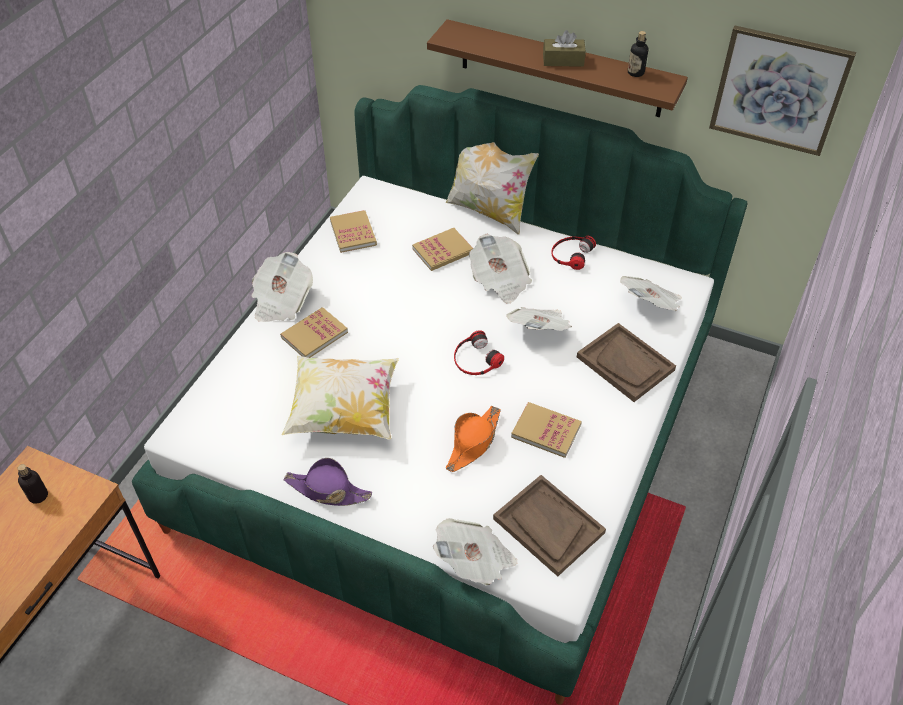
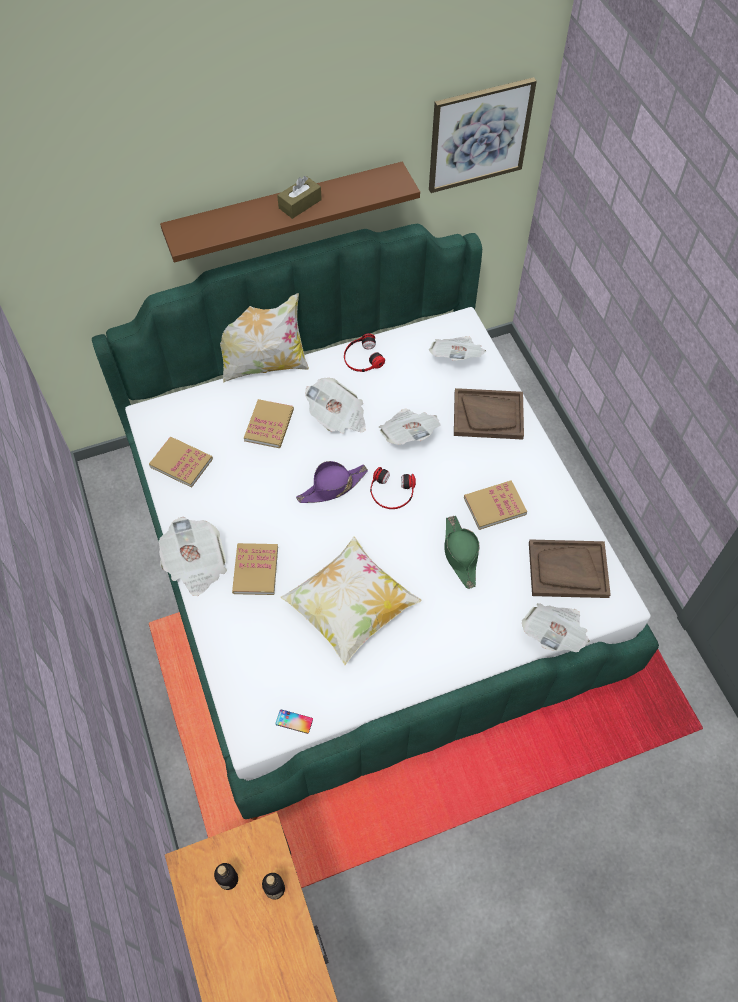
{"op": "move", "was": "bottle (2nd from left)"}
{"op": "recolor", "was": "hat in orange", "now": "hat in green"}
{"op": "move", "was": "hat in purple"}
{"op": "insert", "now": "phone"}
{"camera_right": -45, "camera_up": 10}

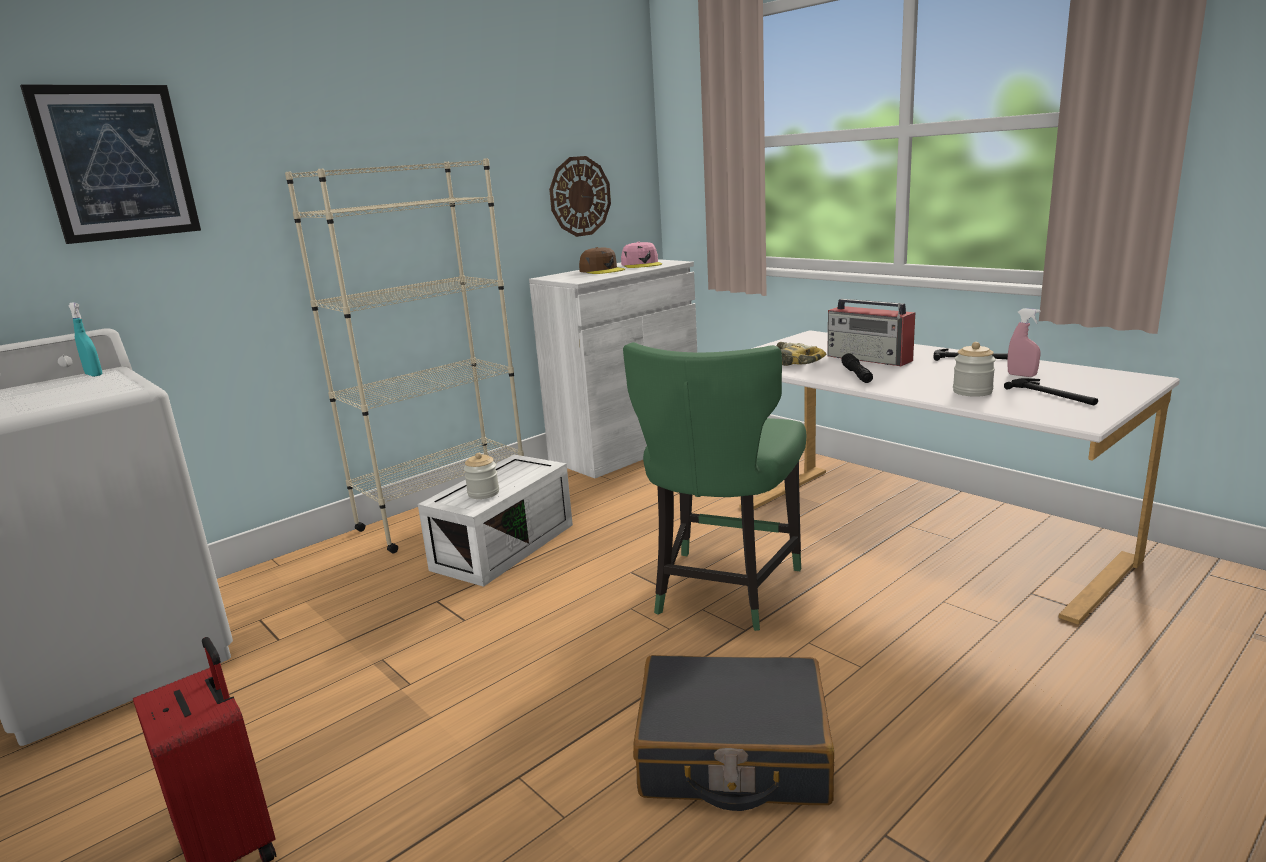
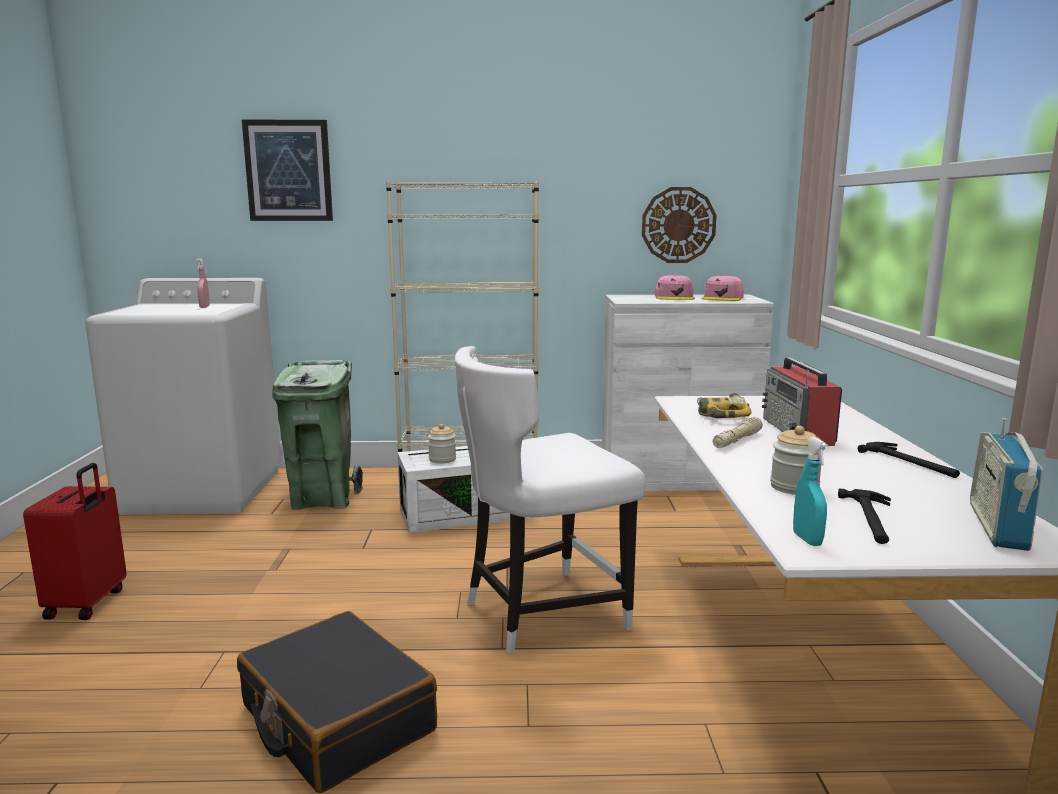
{"op": "recolor", "was": "cap in brown", "now": "cap in pink (1st from left)"}
{"op": "move", "was": "spray bottle in turquoise"}
{"op": "move", "was": "spray bottle in pink"}
{"op": "recolor", "was": "chair in green", "now": "chair in white"}
{"op": "recolor", "was": "flashlight in black", "now": "flashlight in beige"}
{"op": "insert", "now": "trash can in green"}
{"op": "insert", "now": "radio (2nd from left)"}
{"camera_right": 40, "camera_up": -5}

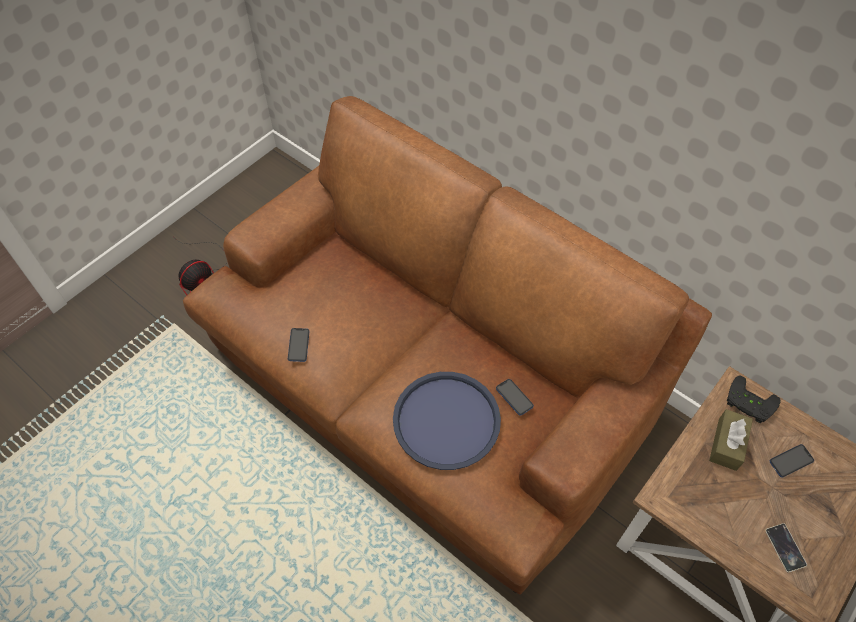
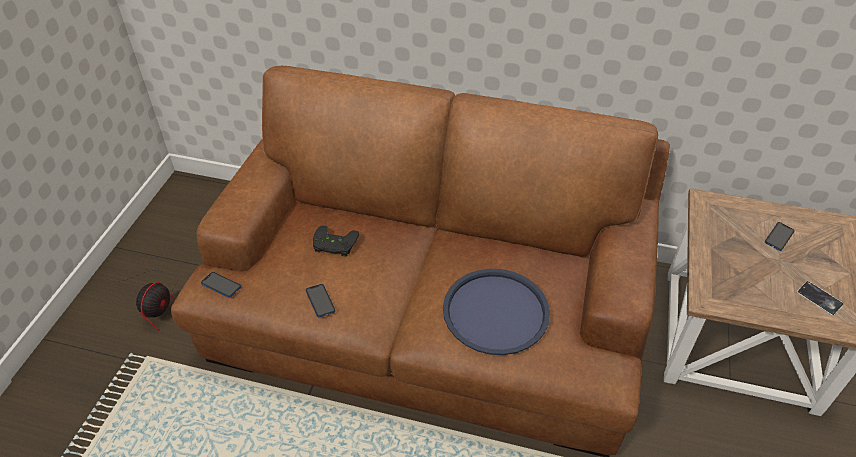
{"op": "move", "was": "game controller in black"}
{"op": "move", "was": "phone (2nd from left in the first image)", "now": "phone (1st from left)"}
{"op": "delete", "was": "tissue box in brown"}
{"camera_right": -25, "camera_up": -10}

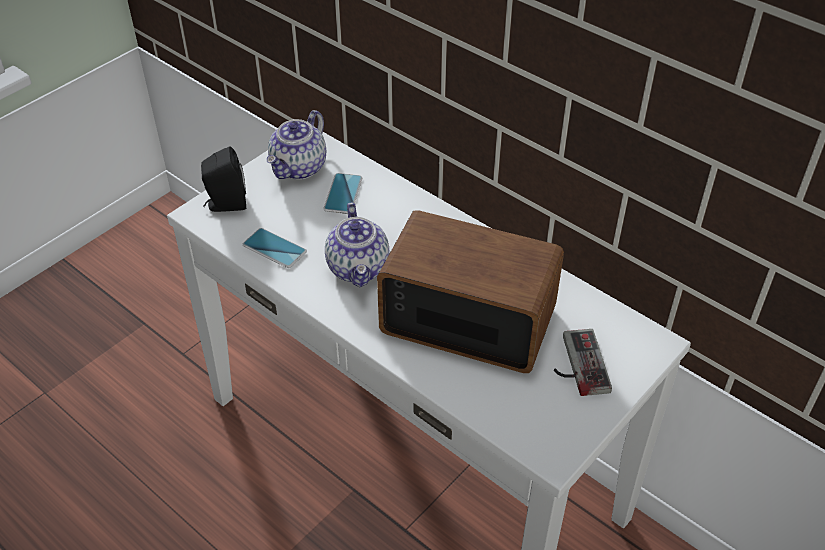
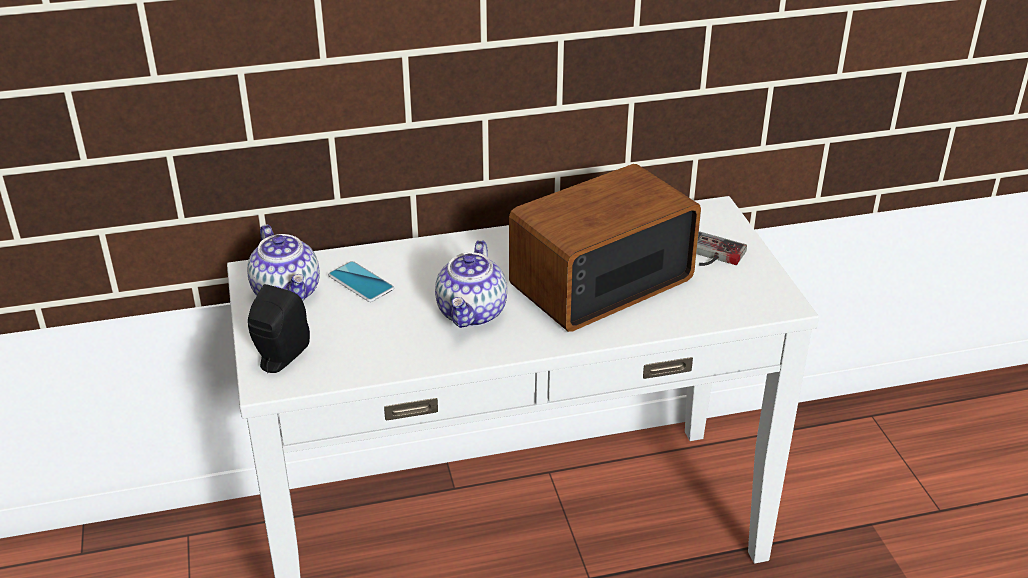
{"op": "rotate", "was": "teapot (2nd from left)", "clockwise": 75}
{"op": "delete", "was": "phone (1st from left)"}
{"camera_right": -55, "camera_up": -10}

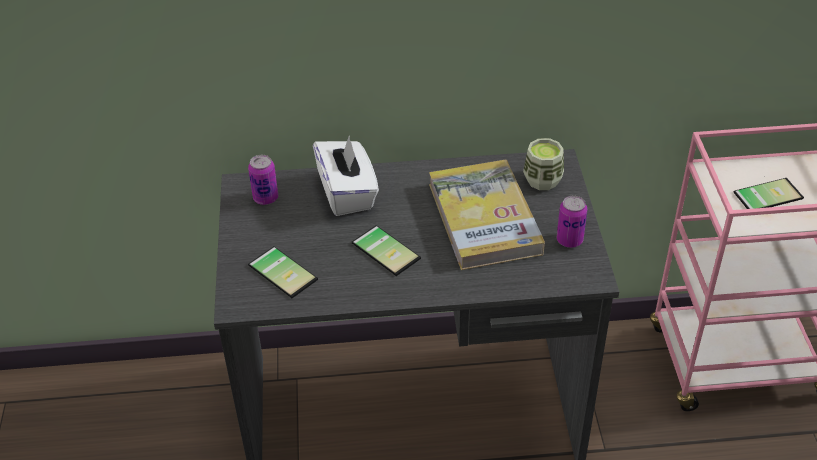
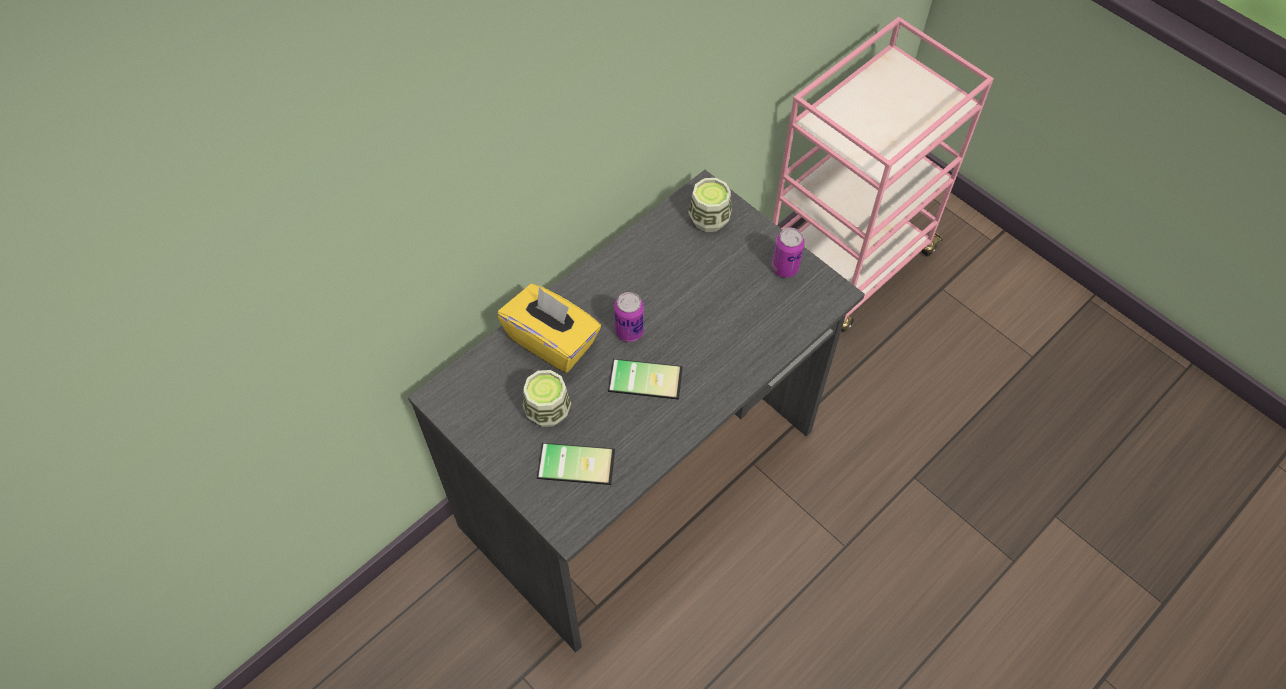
{"op": "recolor", "was": "tissue box in white", "now": "tissue box in yellow"}
{"op": "move", "was": "can (1st from left)"}
{"op": "delete", "was": "book"}
{"op": "delete", "was": "phone (3rd from left)"}
{"op": "insert", "now": "cup (1st from left)"}
{"camera_right": -40, "camera_up": 15}

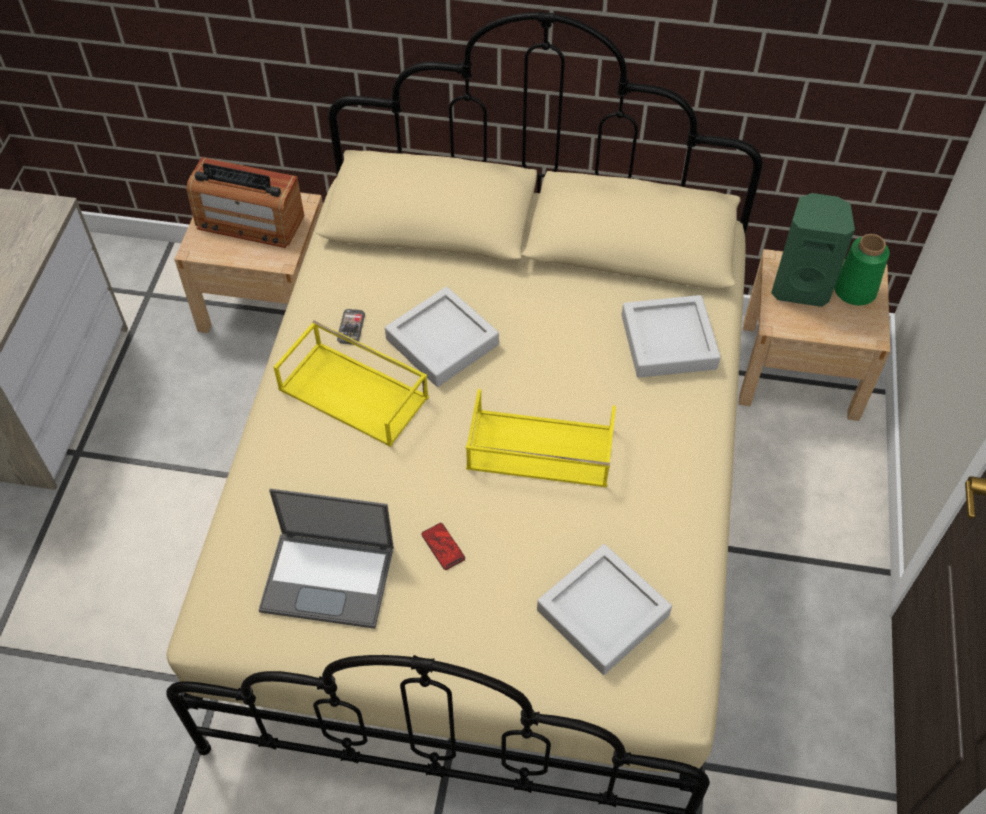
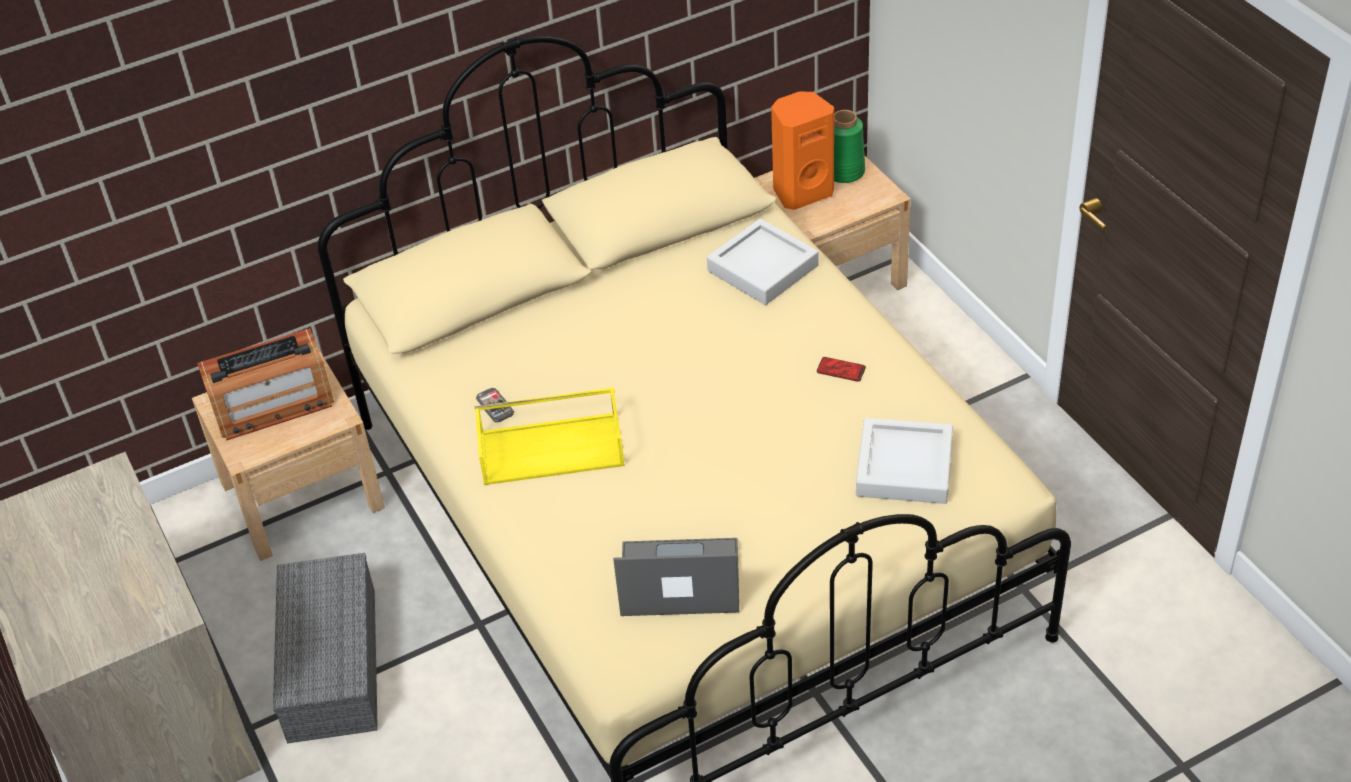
{"op": "recolor", "was": "speaker in green", "now": "speaker in orange"}
{"op": "delete", "was": "tray in grey (1st from left)"}
{"op": "delete", "was": "tray in yellow (2nd from left)"}
{"op": "rotate", "was": "laptop", "clockwise": -150}
{"op": "move", "was": "phone (2nd from left)"}
{"op": "insert", "now": "storage box in grey"}
{"camera_right": -35, "camera_up": -10}

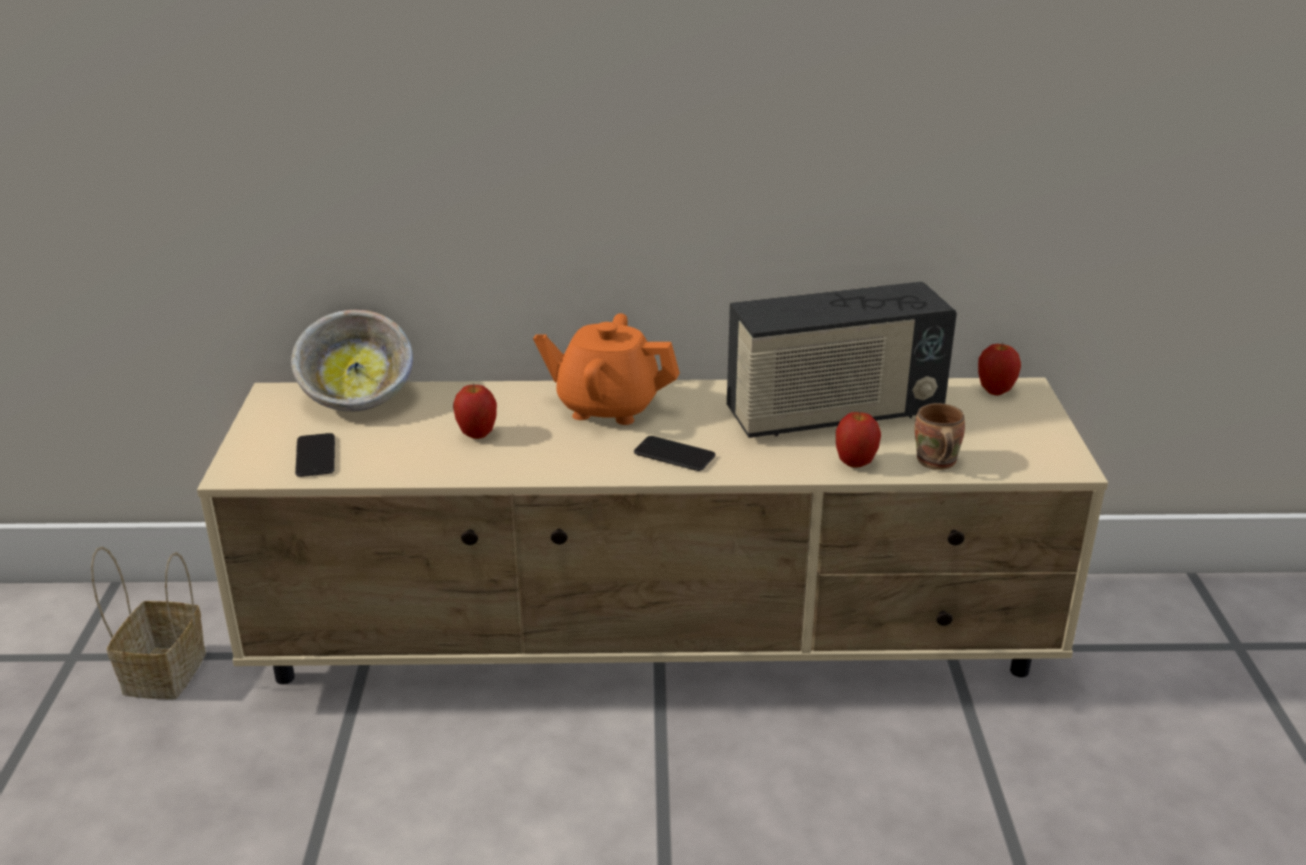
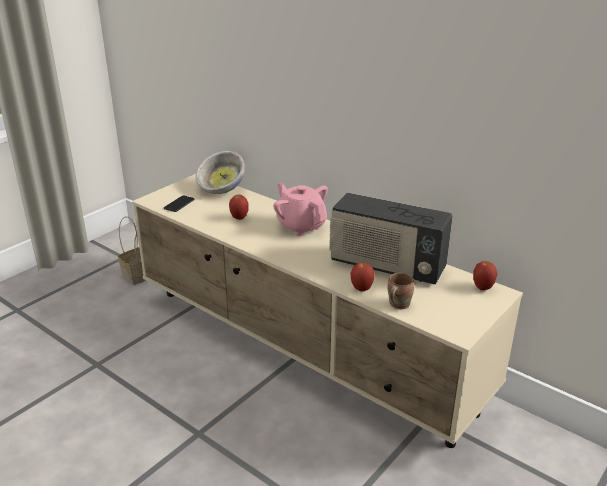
{"op": "recolor", "was": "teapot in orange", "now": "teapot in pink"}
{"op": "delete", "was": "phone (2nd from left)"}
{"camera_right": 40, "camera_up": 0}

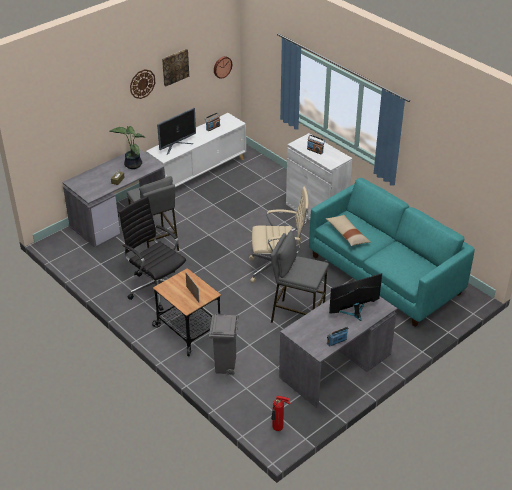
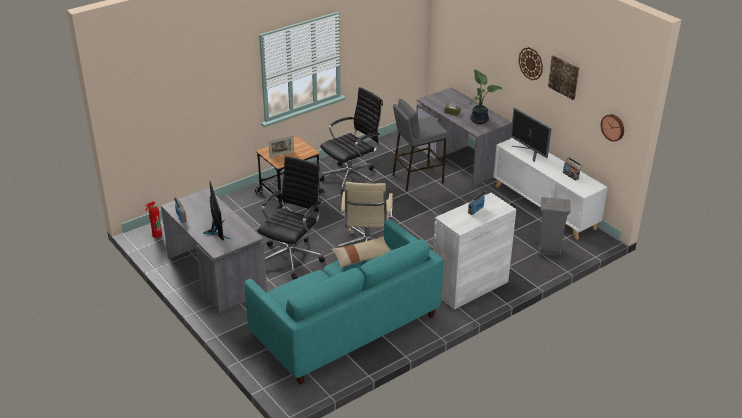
{"op": "replace", "was": "stool in grey (2nd from left)", "now": "office chair in black (1st from left)"}
{"op": "move", "was": "trash can in grey"}
{"camera_right": 95, "camera_up": -5}

